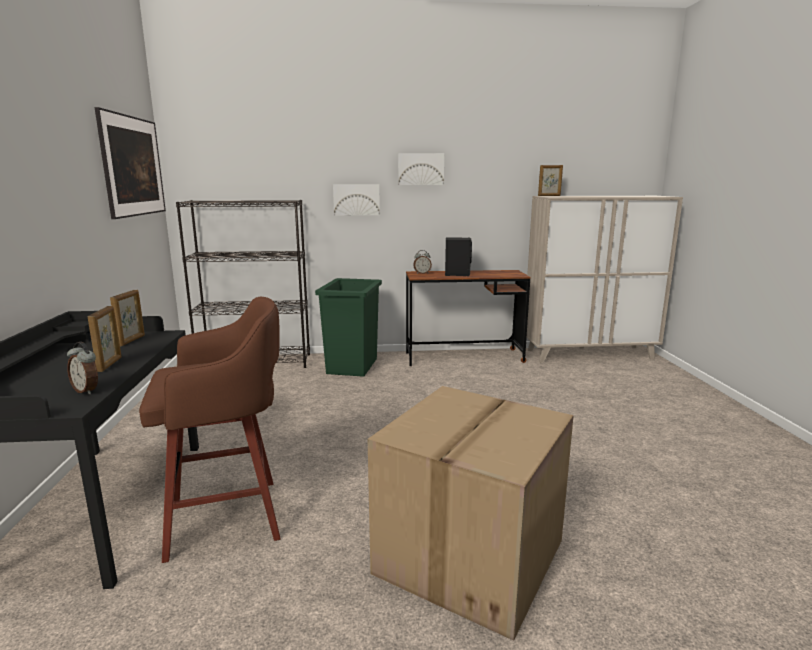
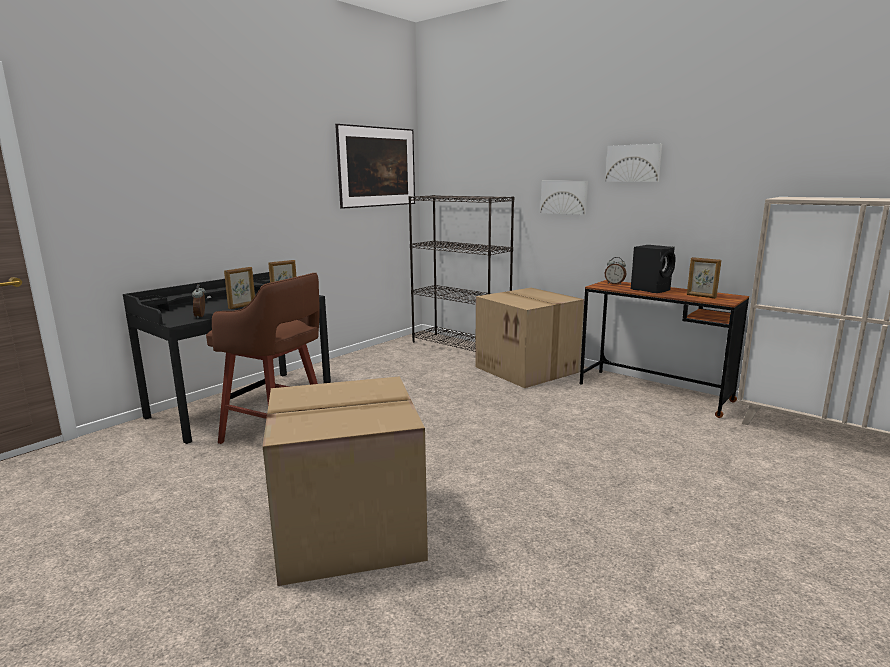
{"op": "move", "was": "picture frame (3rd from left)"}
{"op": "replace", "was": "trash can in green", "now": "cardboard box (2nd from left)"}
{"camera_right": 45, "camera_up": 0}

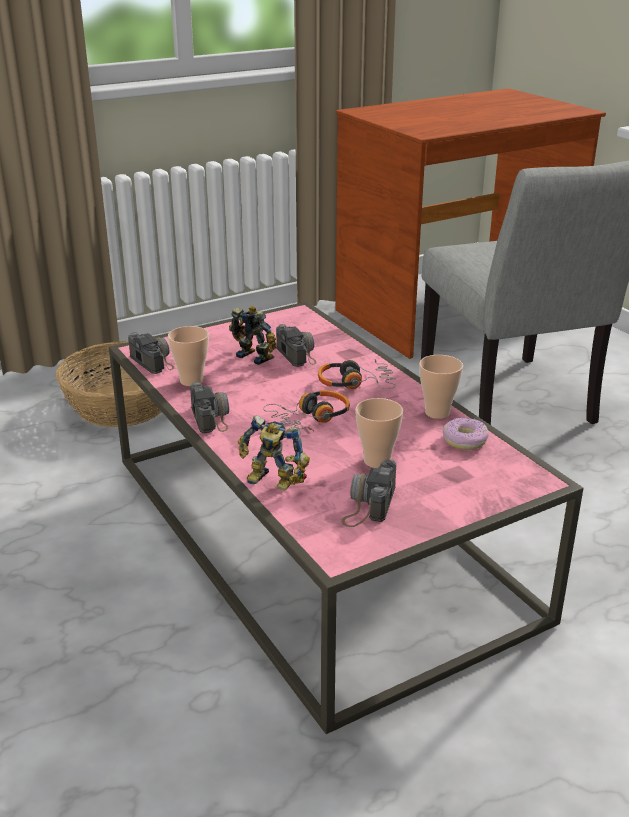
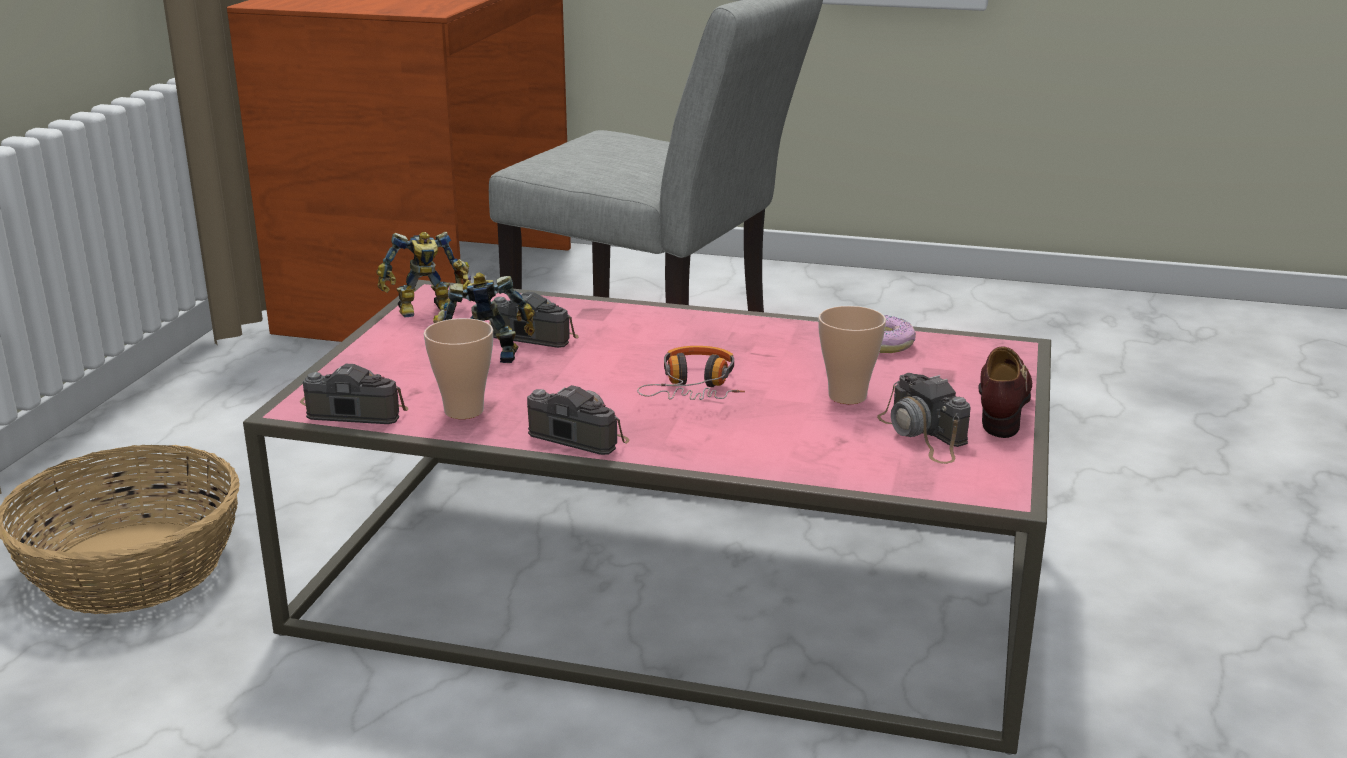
{"op": "delete", "was": "cup (3rd from left)"}
{"op": "delete", "was": "headphones (2nd from left)"}
{"op": "move", "was": "toy robot (2nd from left in the first image)", "now": "toy robot (1st from left)"}
{"op": "insert", "now": "shoe in brown"}
{"camera_right": -45, "camera_up": -5}

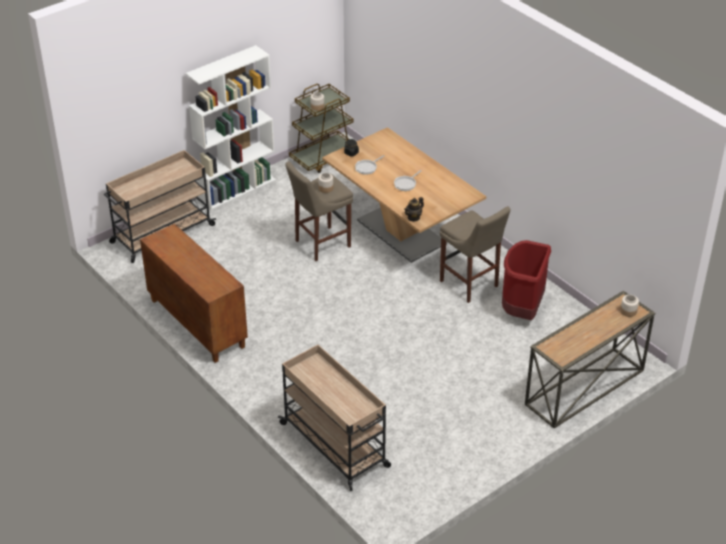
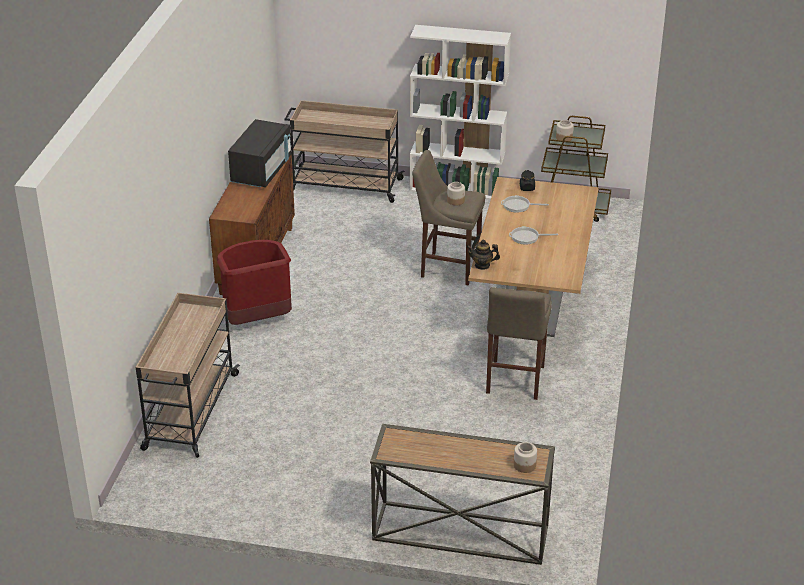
{"op": "move", "was": "trash can in red"}
{"op": "insert", "now": "microwave in black"}
{"camera_right": 50, "camera_up": -5}

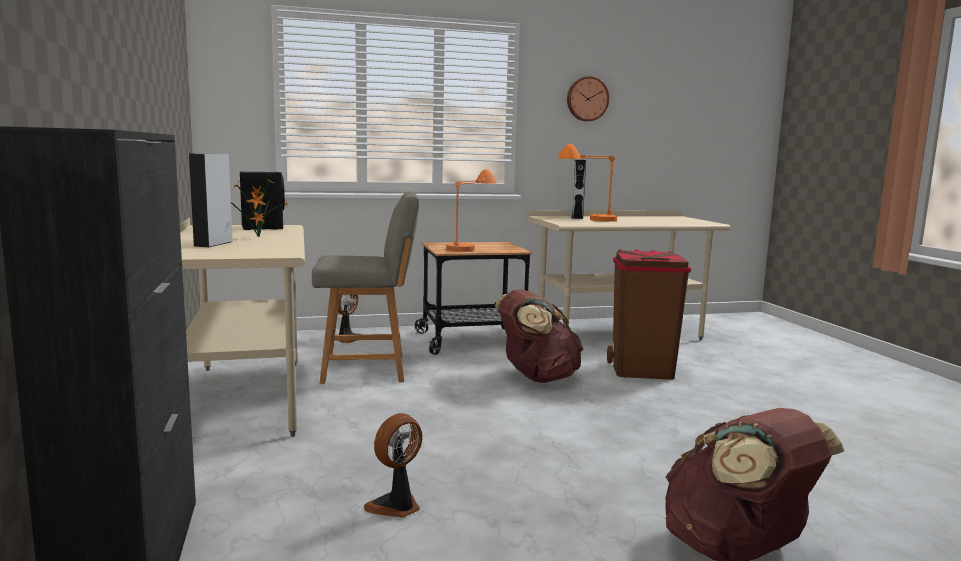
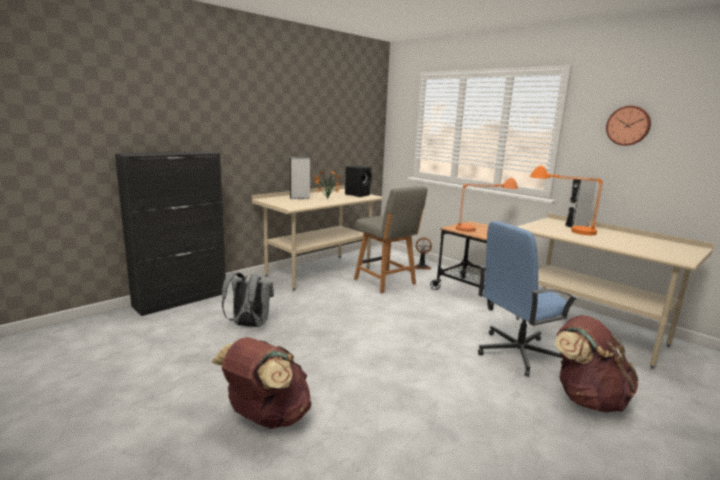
{"op": "replace", "was": "trash can in brown", "now": "office chair in blue"}
{"op": "move", "was": "backpack in brown (1st from left in the first image)", "now": "backpack in brown (2nd from left)"}
{"op": "replace", "was": "fan (2nd from left)", "now": "backpack in grey"}
{"camera_right": 60, "camera_up": 5}

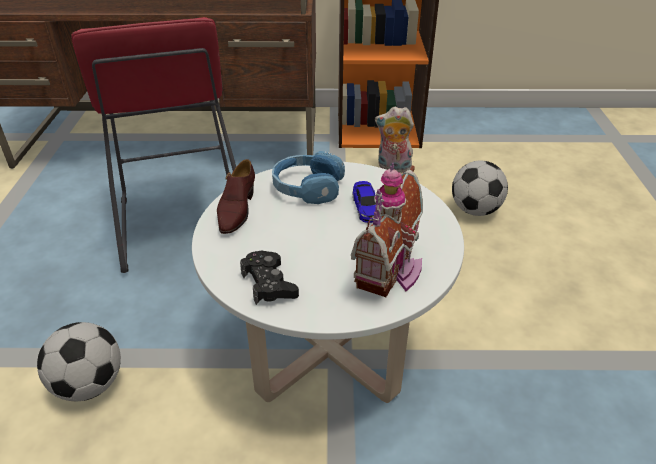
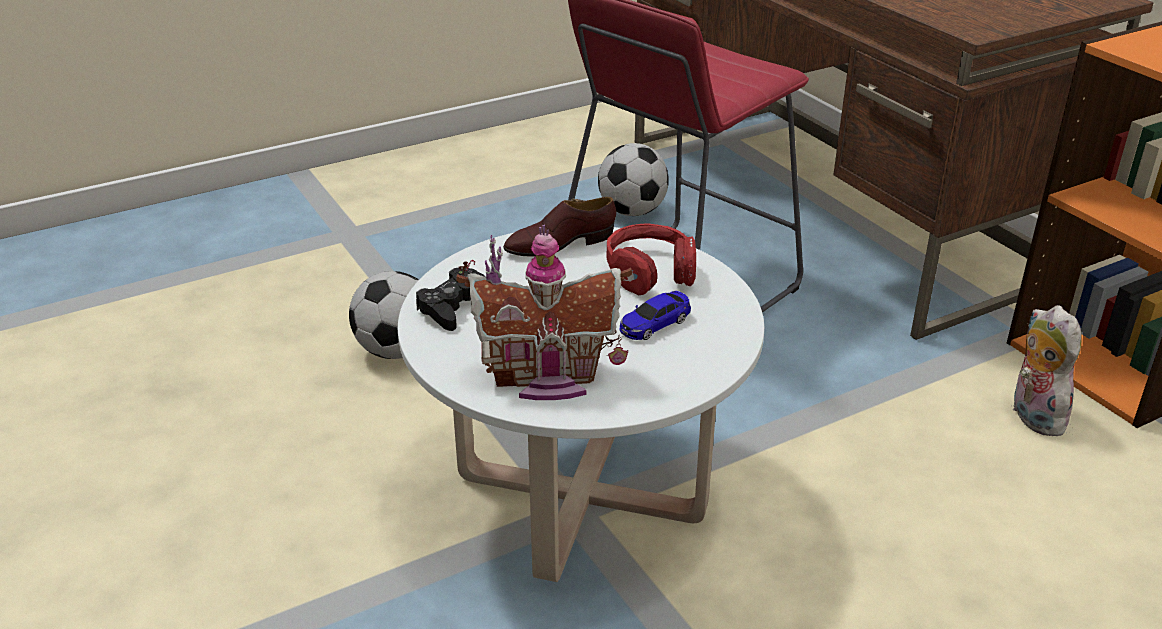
{"op": "recolor", "was": "headphones in blue", "now": "headphones in red"}
{"op": "move", "was": "football (2nd from left)"}
{"camera_right": 60, "camera_up": -5}

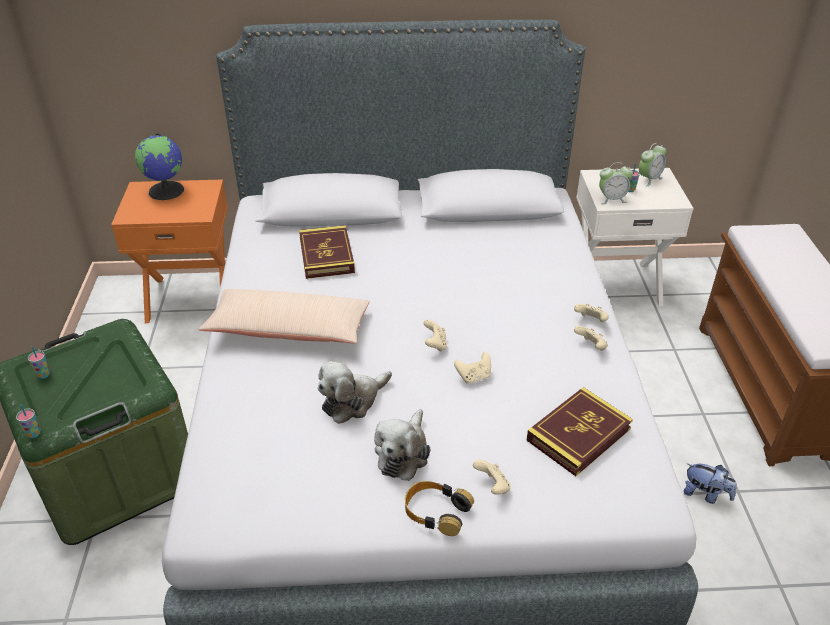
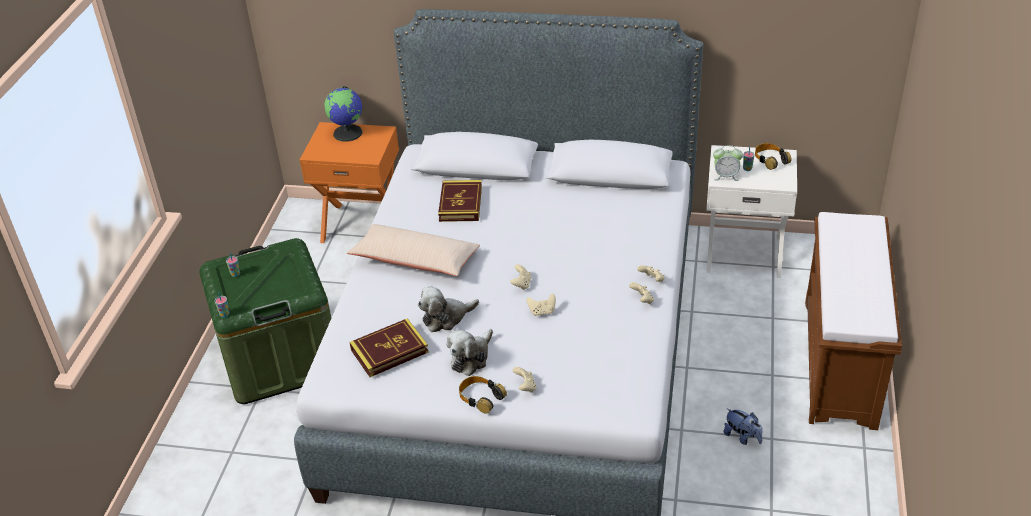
{"op": "replace", "was": "alarm clock (2nd from left)", "now": "headphones (2nd from left)"}
{"op": "move", "was": "book (2nd from left in the first image)", "now": "book (1st from left)"}
{"camera_right": 15, "camera_up": 0}

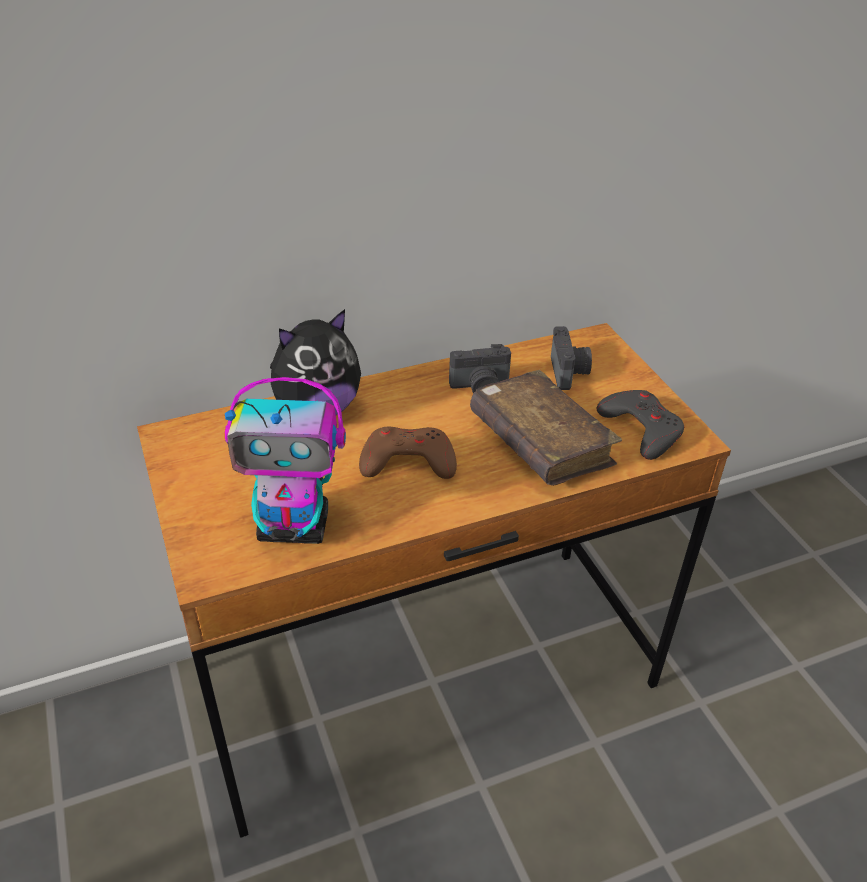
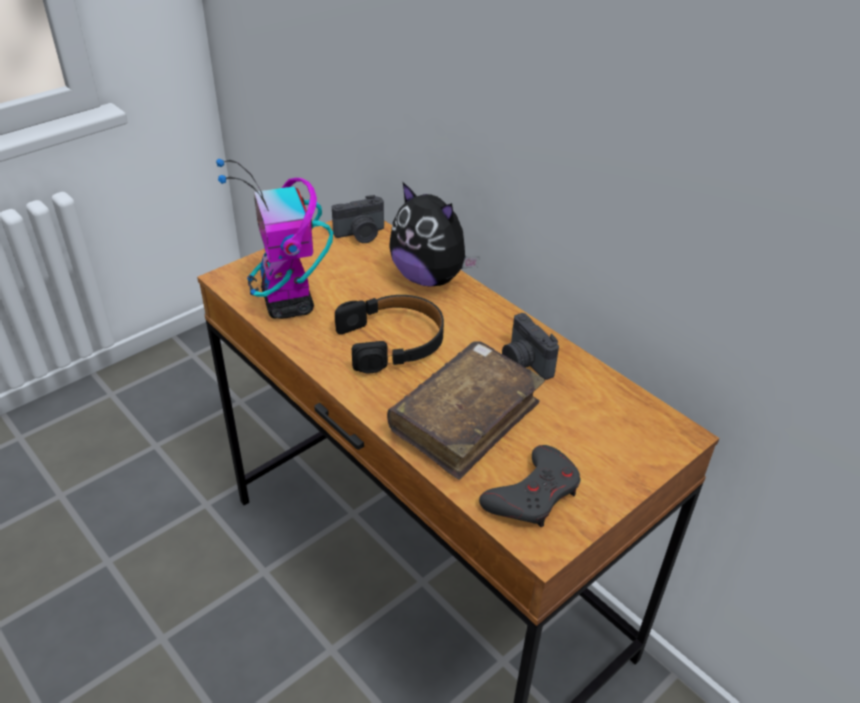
{"op": "move", "was": "photo camera (2nd from left in the first image)", "now": "photo camera (1st from left)"}
{"op": "replace", "was": "game controller in brown", "now": "headphones in black"}
{"camera_right": 70, "camera_up": 0}

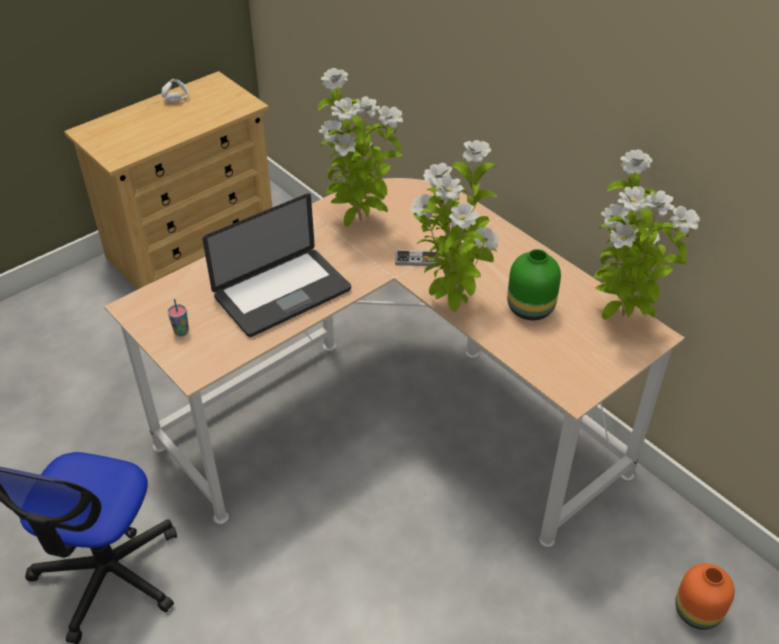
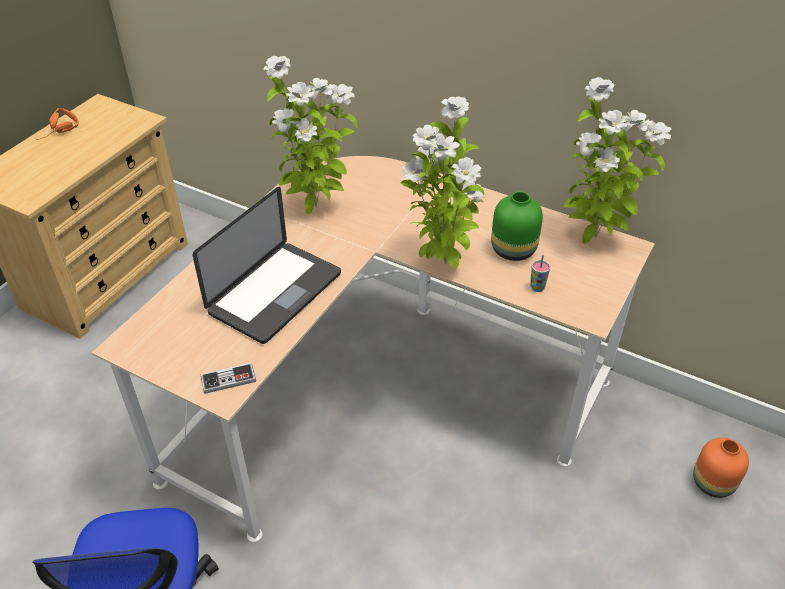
{"op": "recolor", "was": "headphones in white", "now": "headphones in orange"}
{"op": "move", "was": "game controller"}
{"op": "move", "was": "cup"}
{"camera_right": -20, "camera_up": 0}

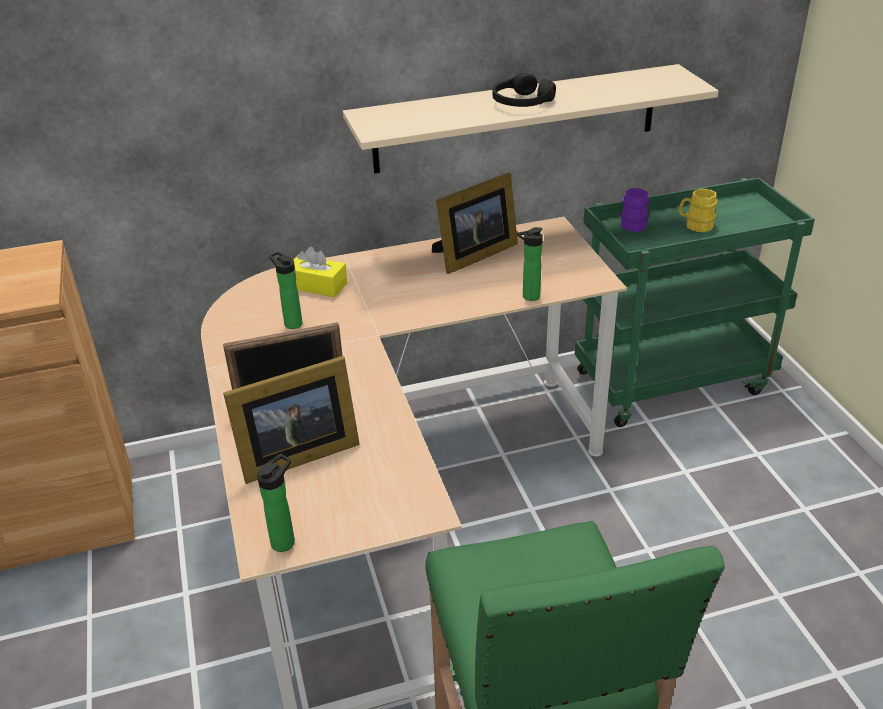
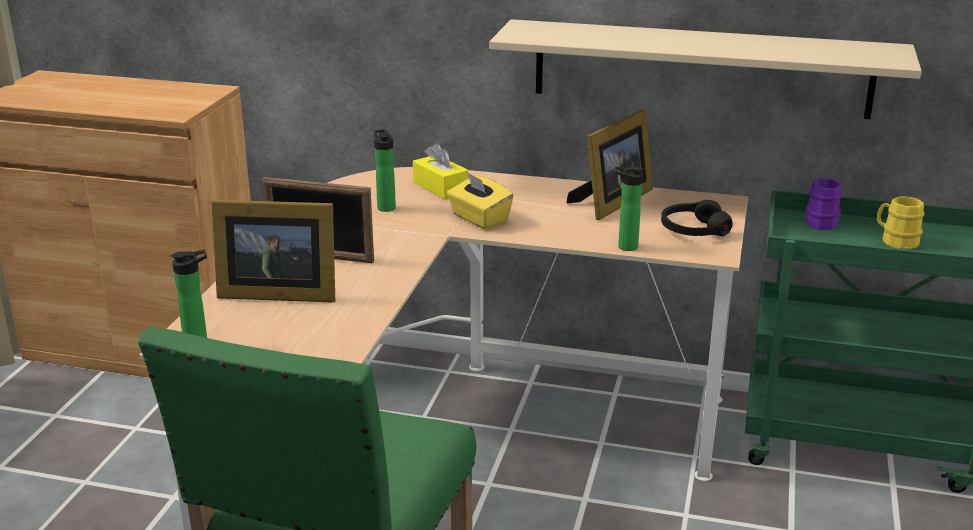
{"op": "move", "was": "headphones in black"}
{"op": "rotate", "was": "picture frame (3rd from left)", "clockwise": -45}
{"op": "insert", "now": "tissue box in yellow (2nd from left)"}
{"camera_right": 30, "camera_up": -10}

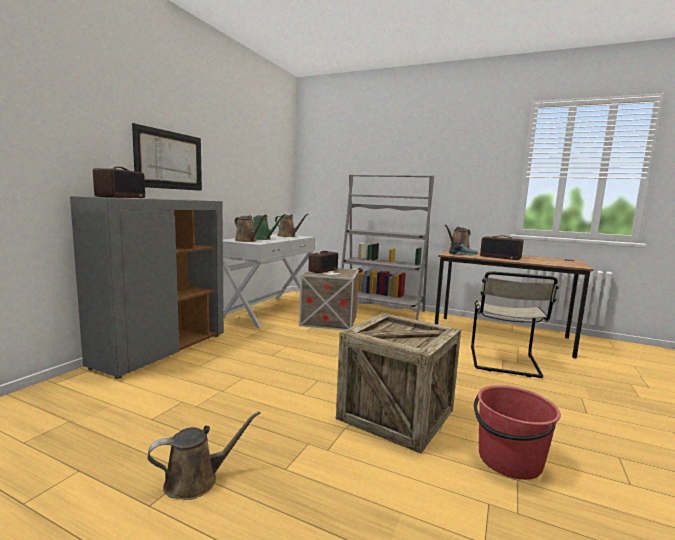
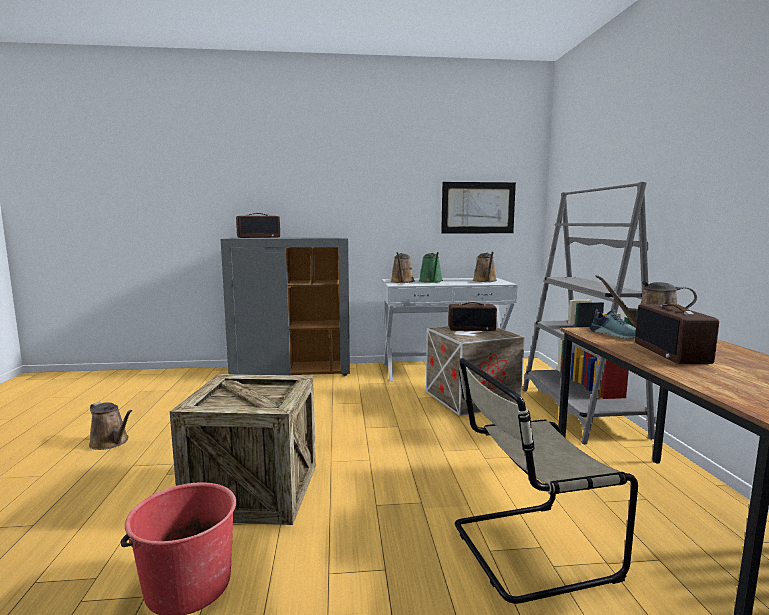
{"op": "move", "was": "picture"}
{"camera_right": 60, "camera_up": 0}

